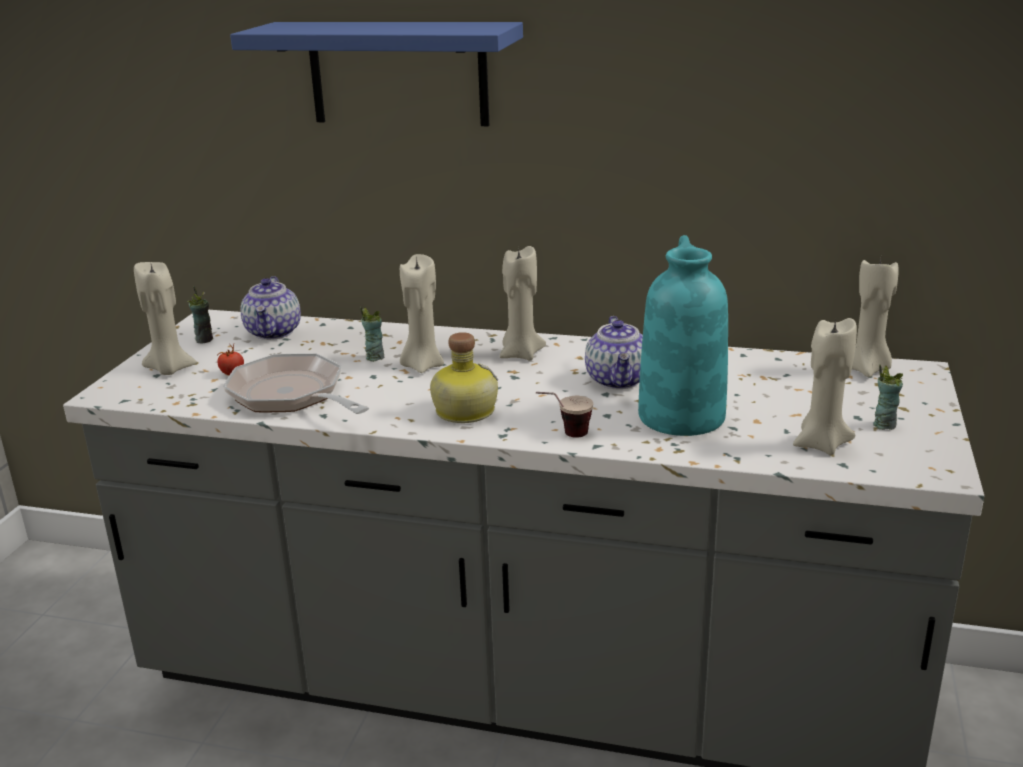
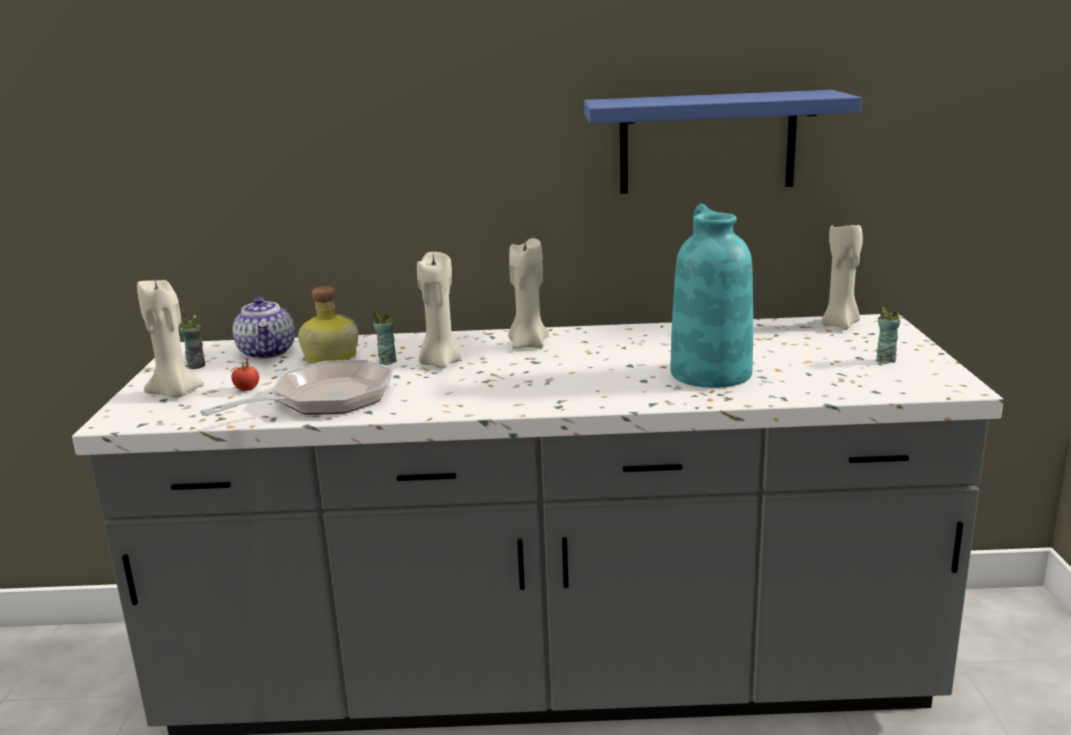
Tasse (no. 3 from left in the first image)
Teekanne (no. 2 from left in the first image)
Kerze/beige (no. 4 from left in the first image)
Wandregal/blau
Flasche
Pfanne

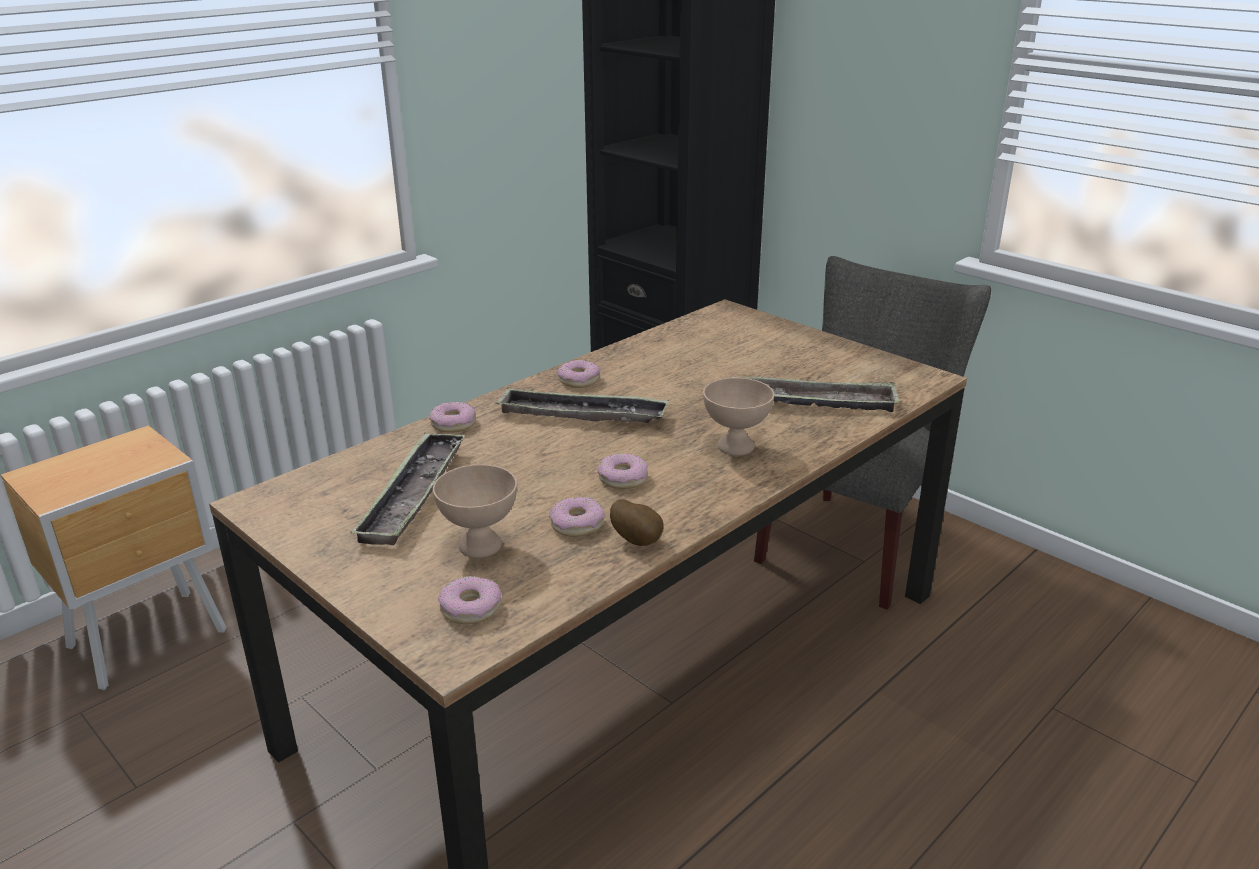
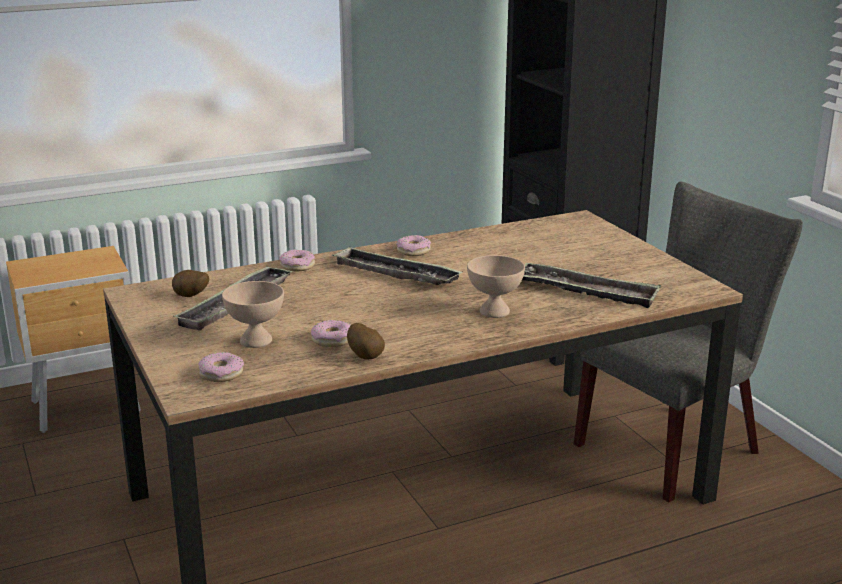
Donut (no. 5 from left in the first image)
Kartoffel (no. 1 from left)

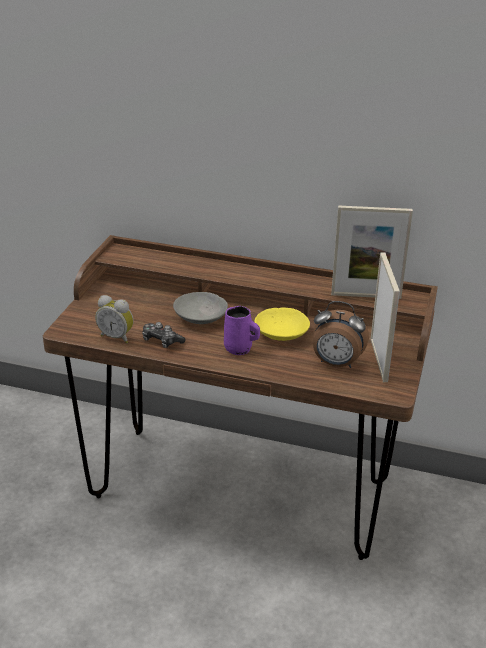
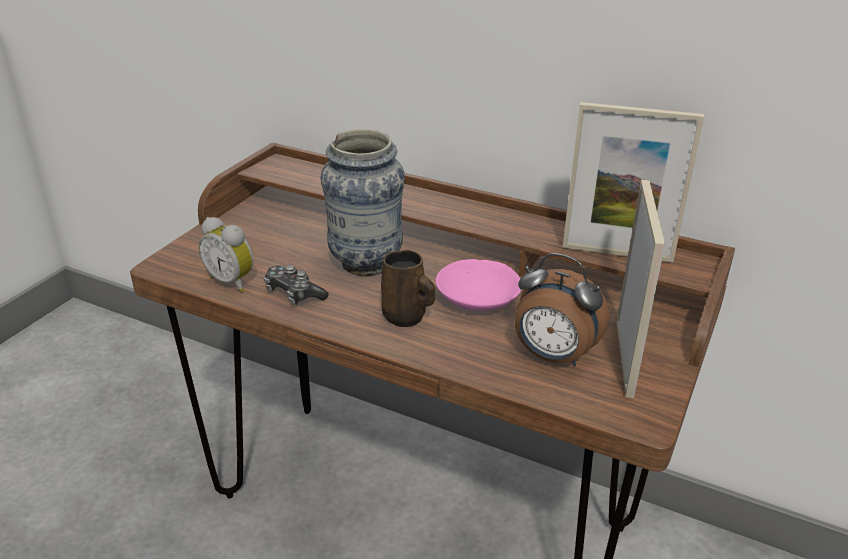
Vase
Henkelbecher/braun
Schüssel/rosa

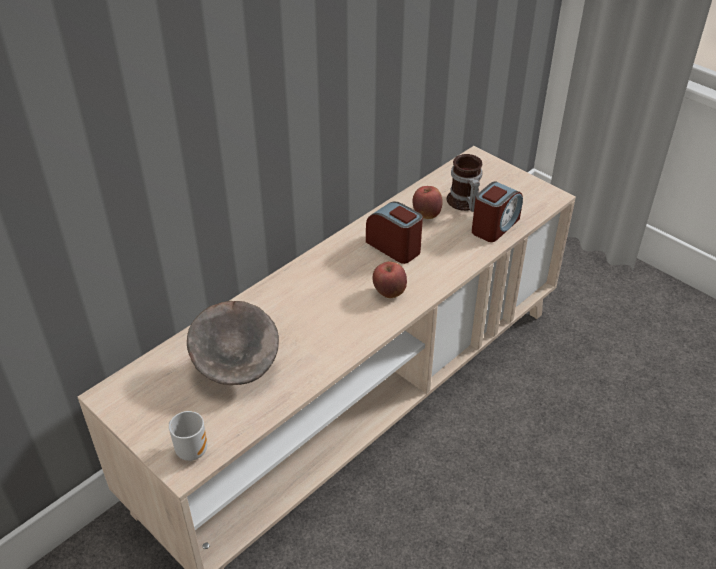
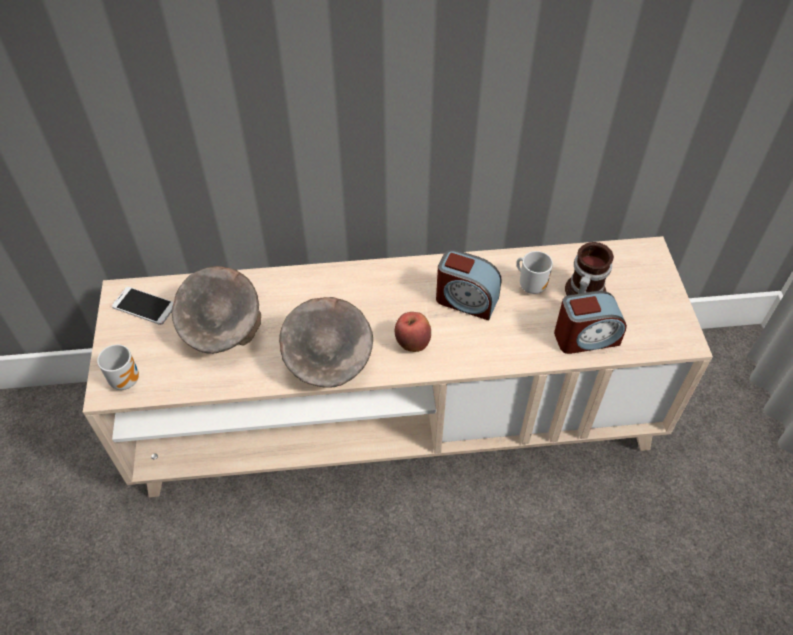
Handy
Schüssel/grau (no. 2 from left)
Henkelbecher (no. 2 from left)
Wecker (no. 1 from left)

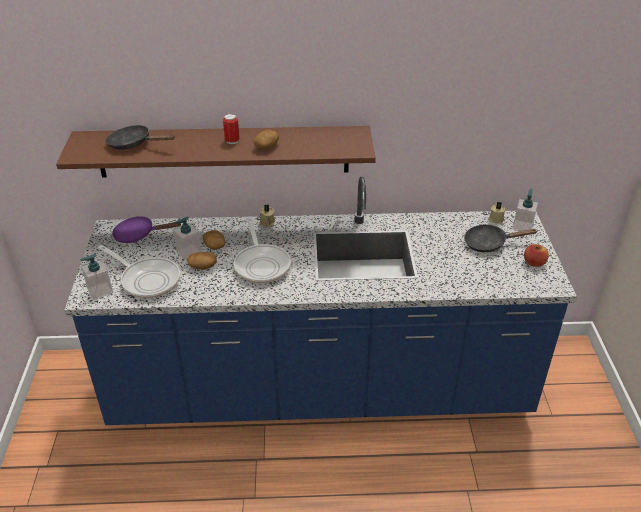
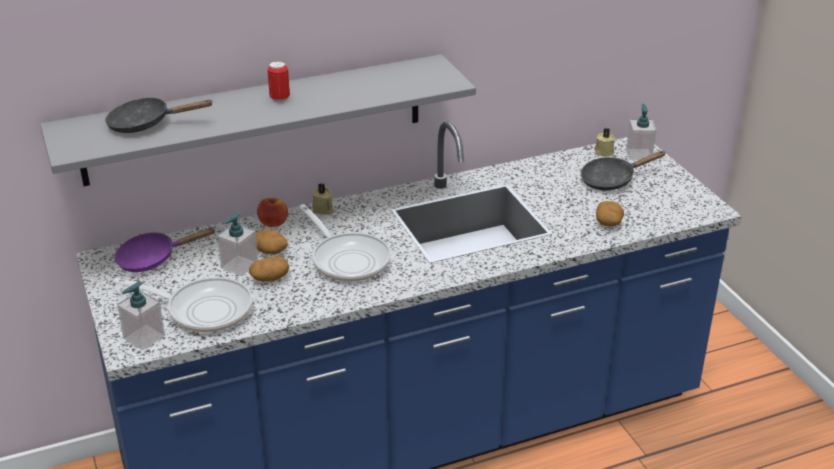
Kartoffel (no. 3 from left)
Apfel
Wandregal/grau

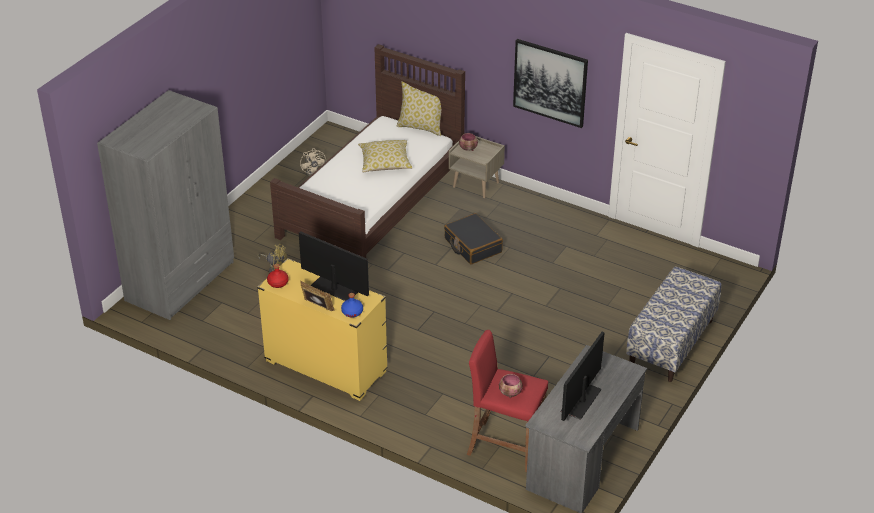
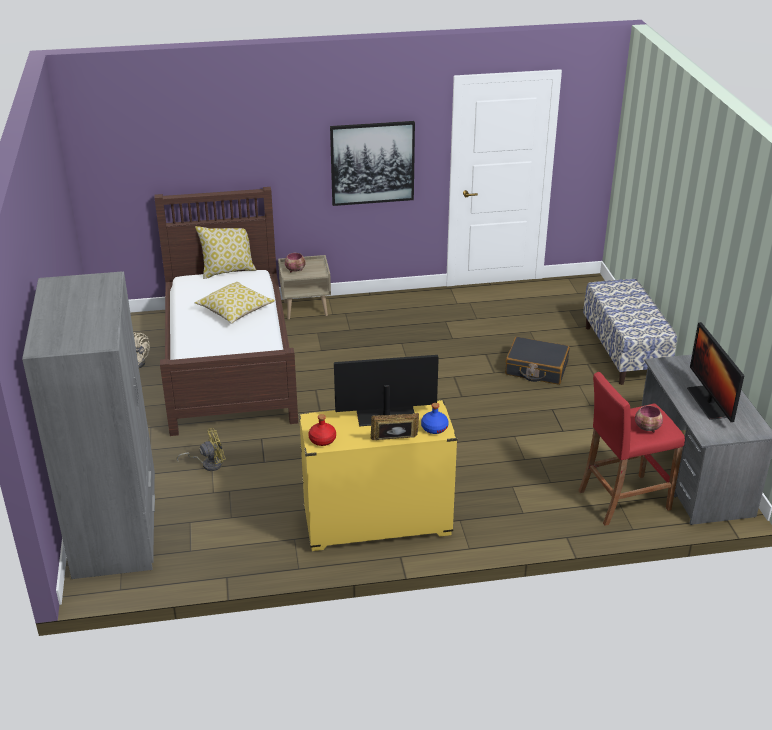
Koffer/schwarz

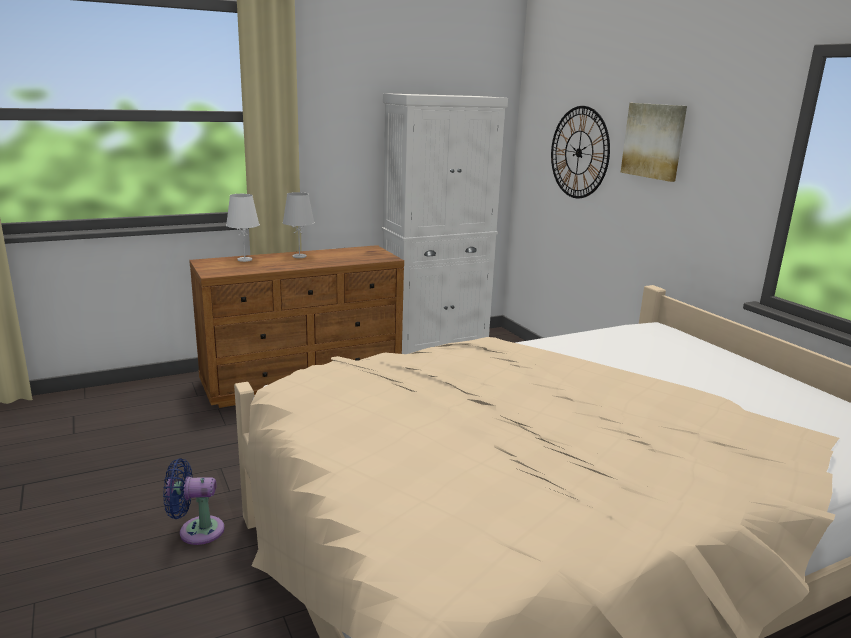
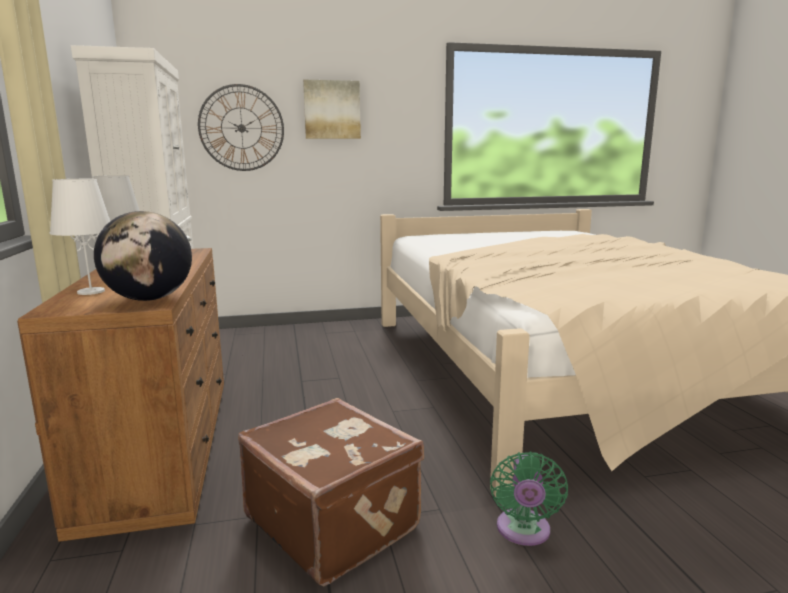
Globus
Koffer/braun
Ventilator/grün

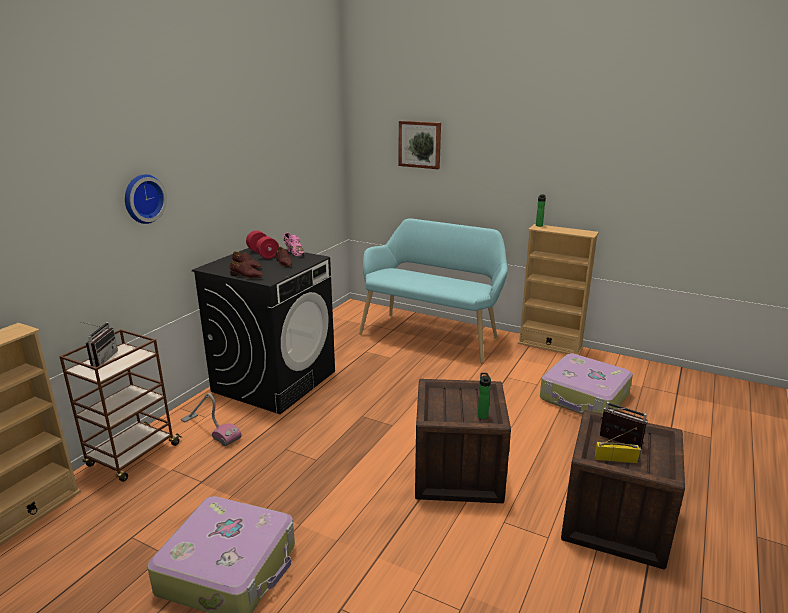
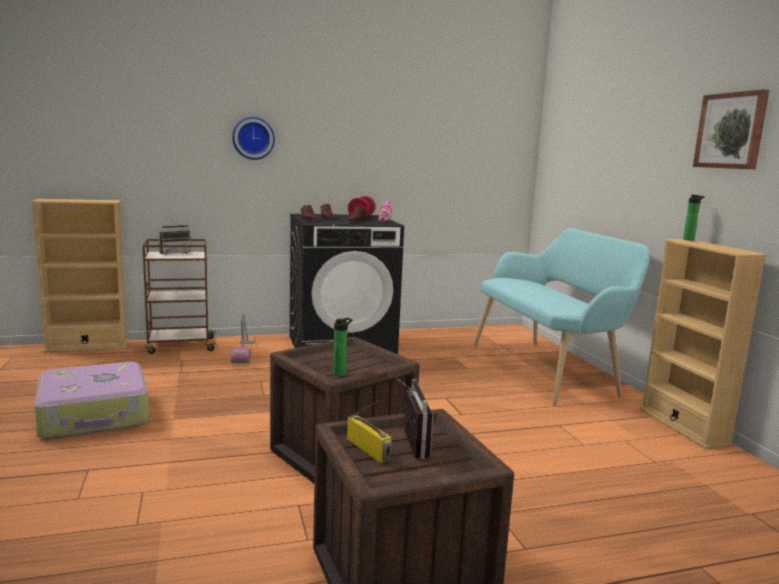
Koffer (no. 2 from left in the first image)
Bild

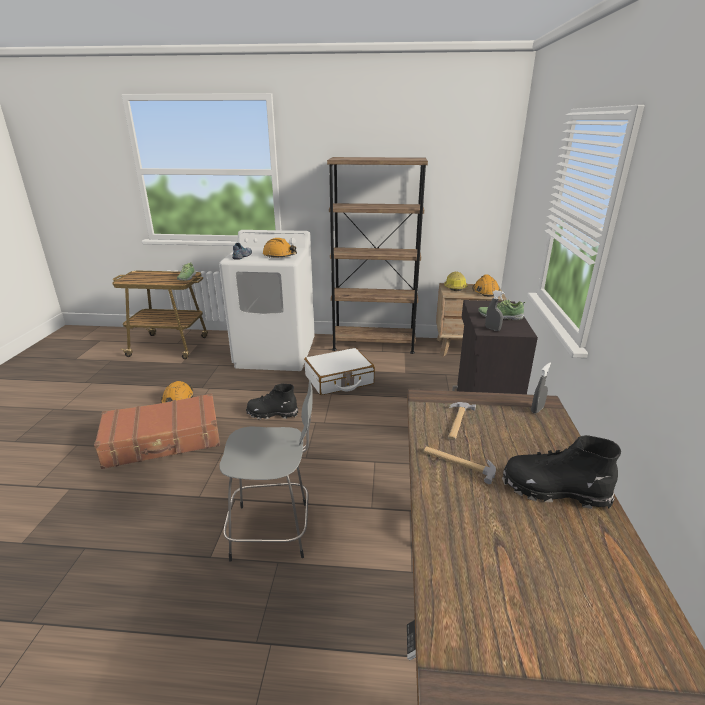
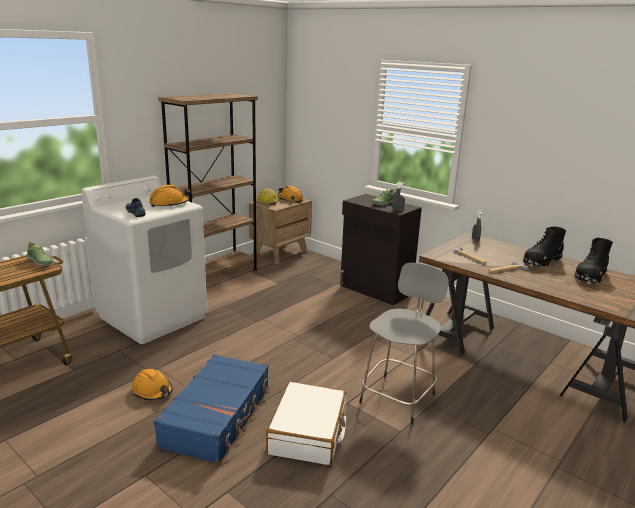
Stiefel/schwarz (no. 2 from left)
Koffer/weiß
Koffer/blau

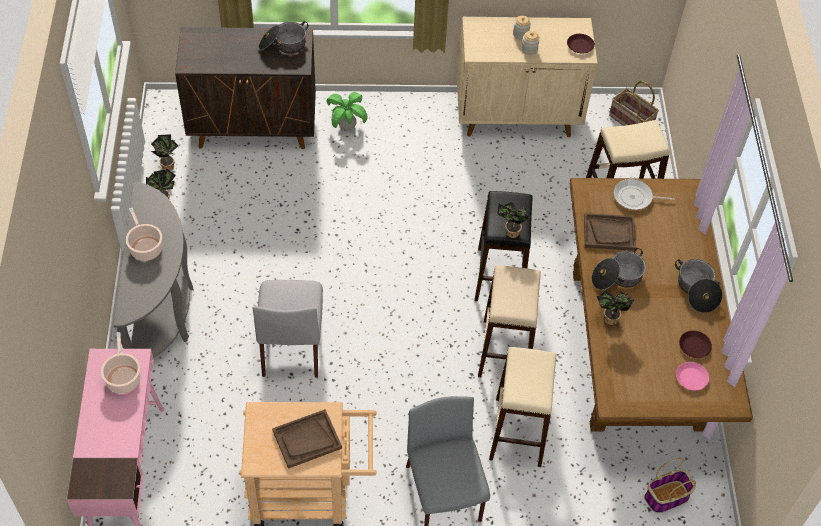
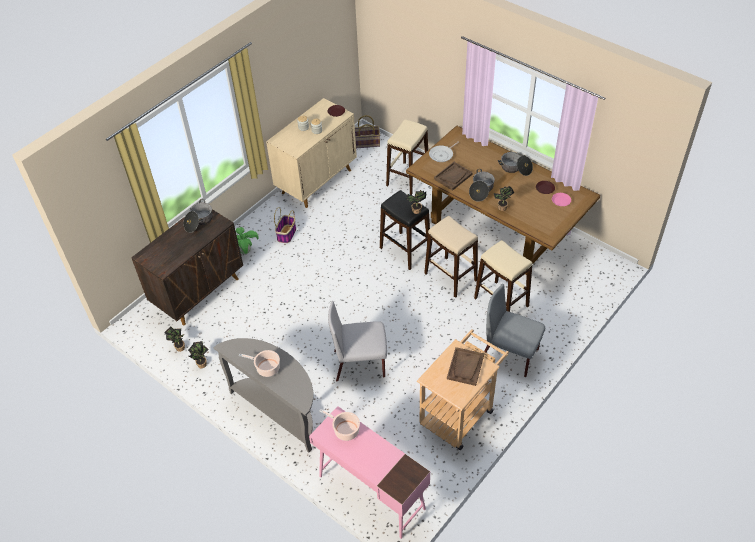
Korb (no. 1 from left)
Stuhl/grau (no. 1 from left)

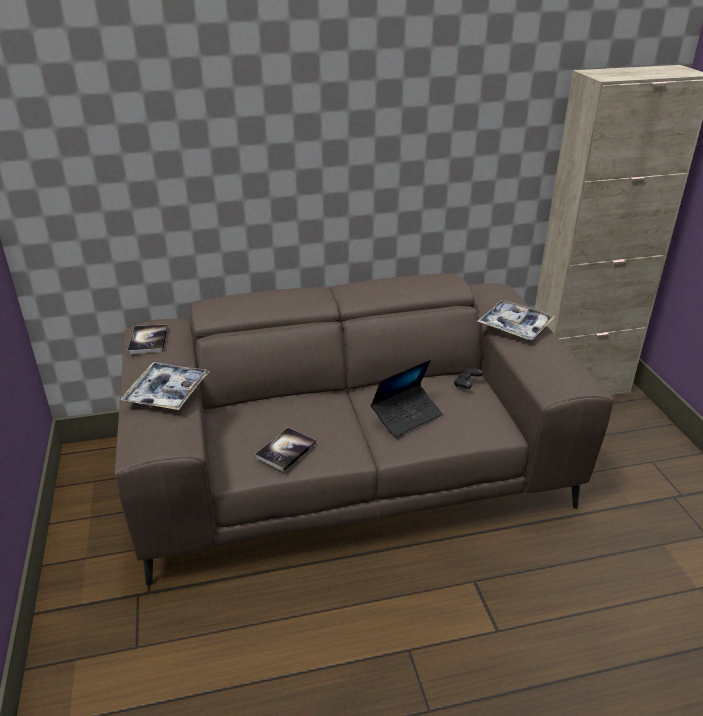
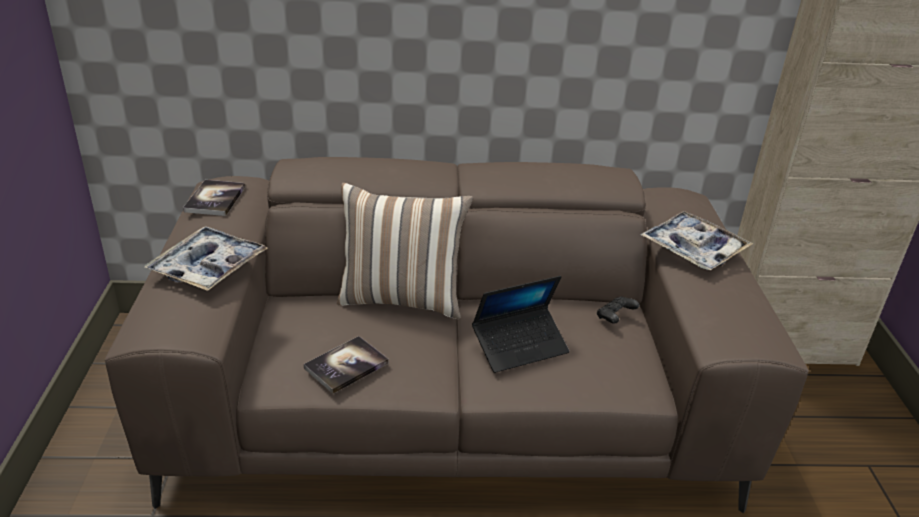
Kissen

